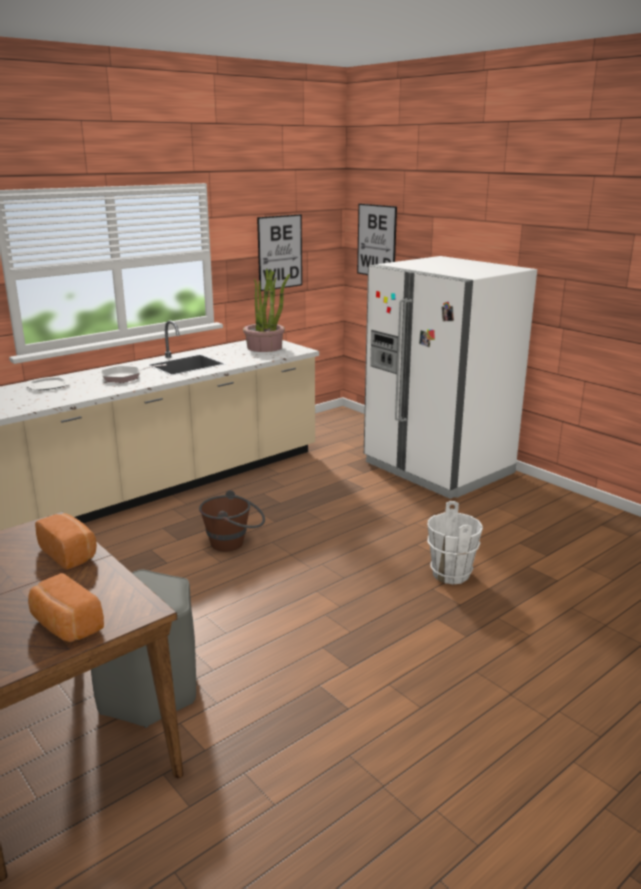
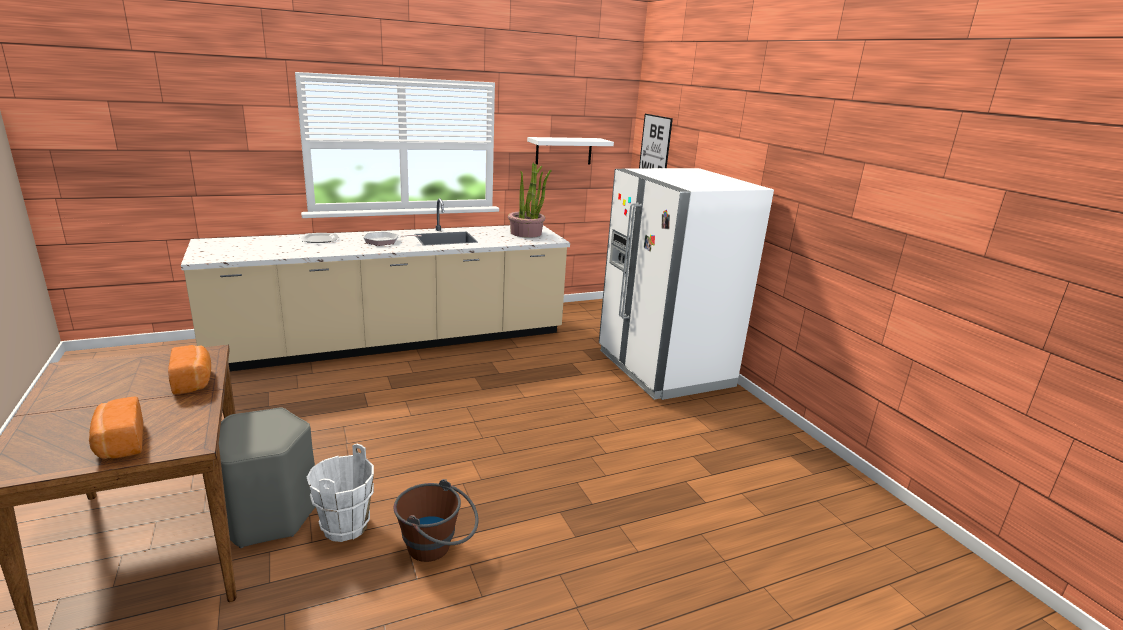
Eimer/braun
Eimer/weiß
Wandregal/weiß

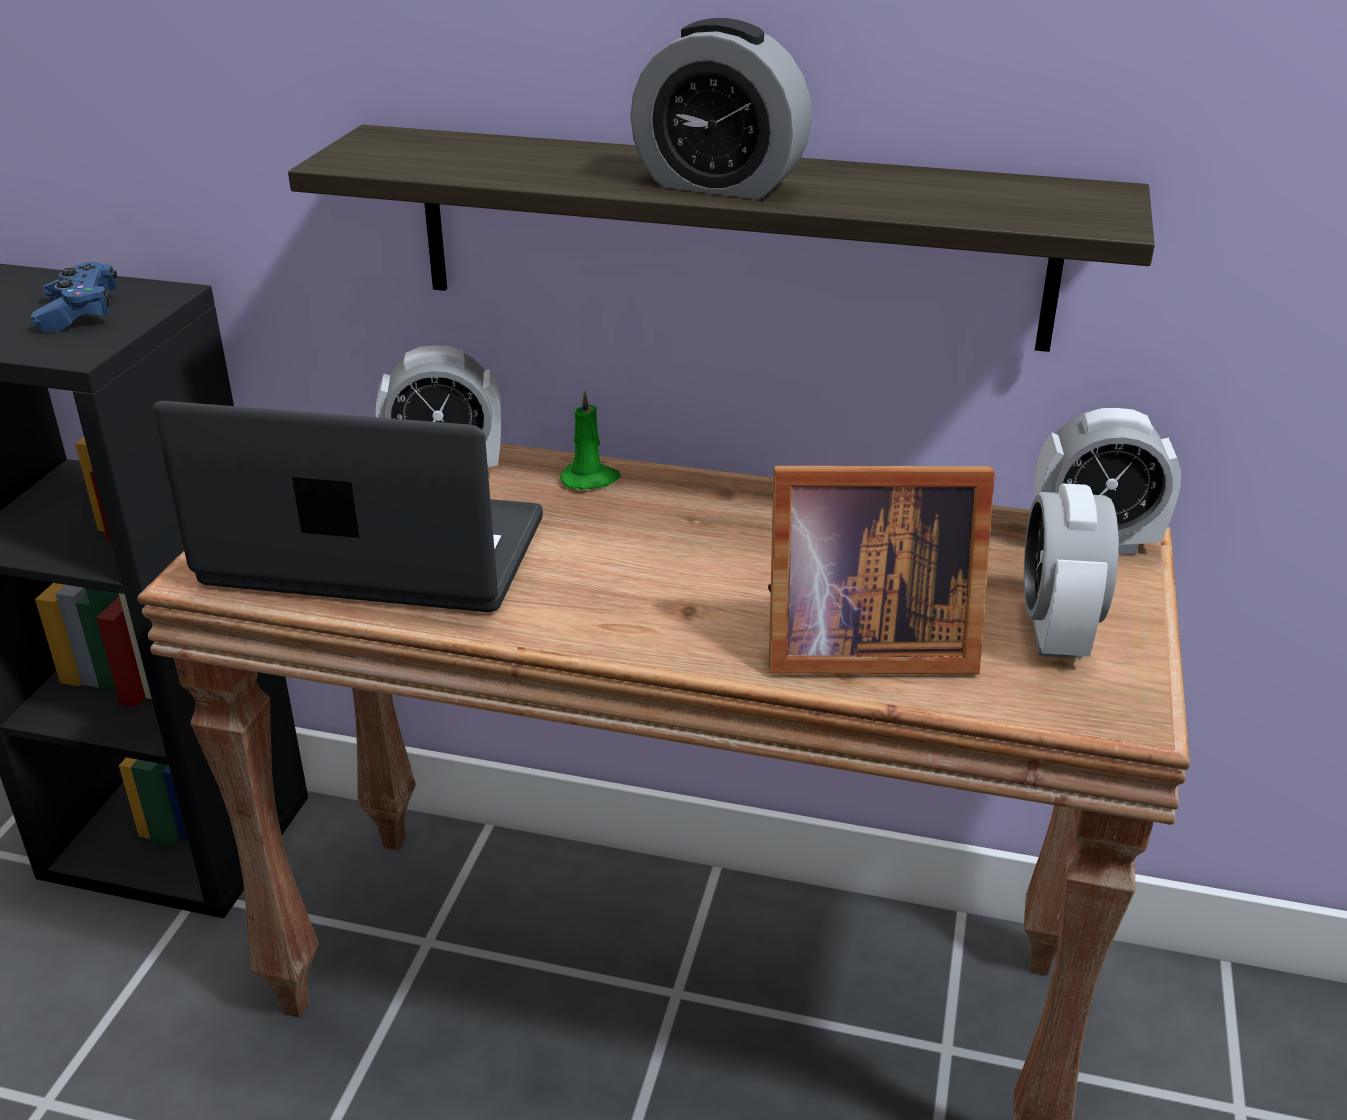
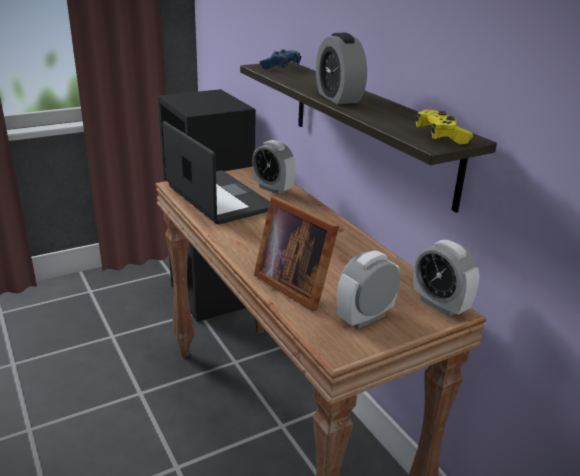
Kerze/grün
Gamepad/gelb
Gamepad/blau

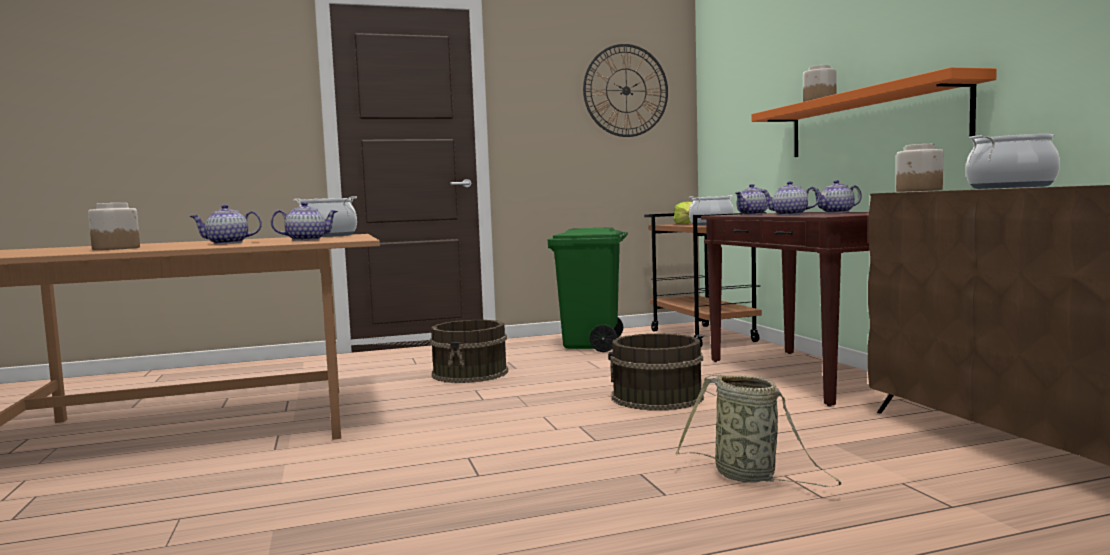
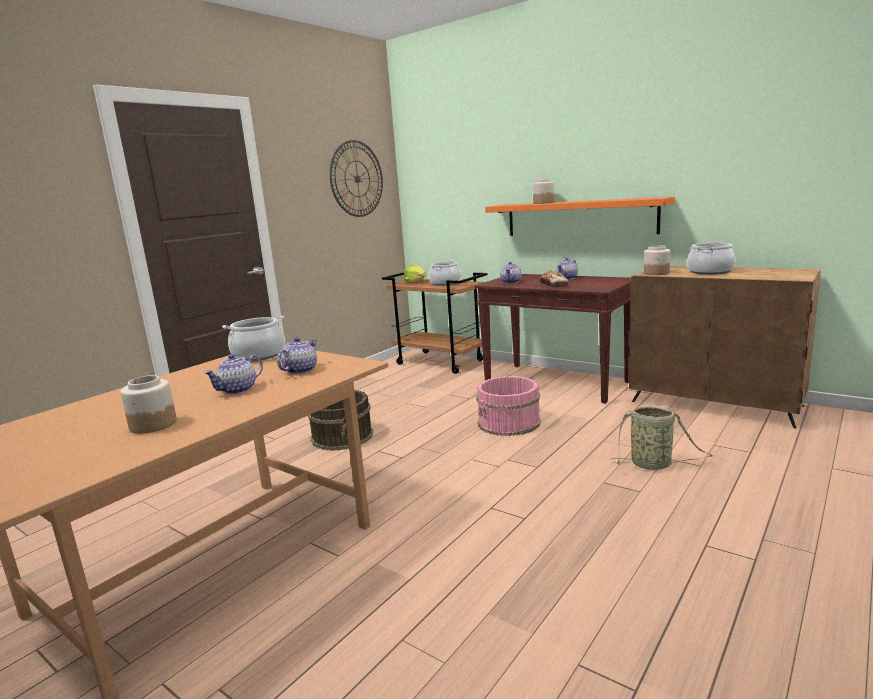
Mülleimer/grün
Brot
Eimer/rosa

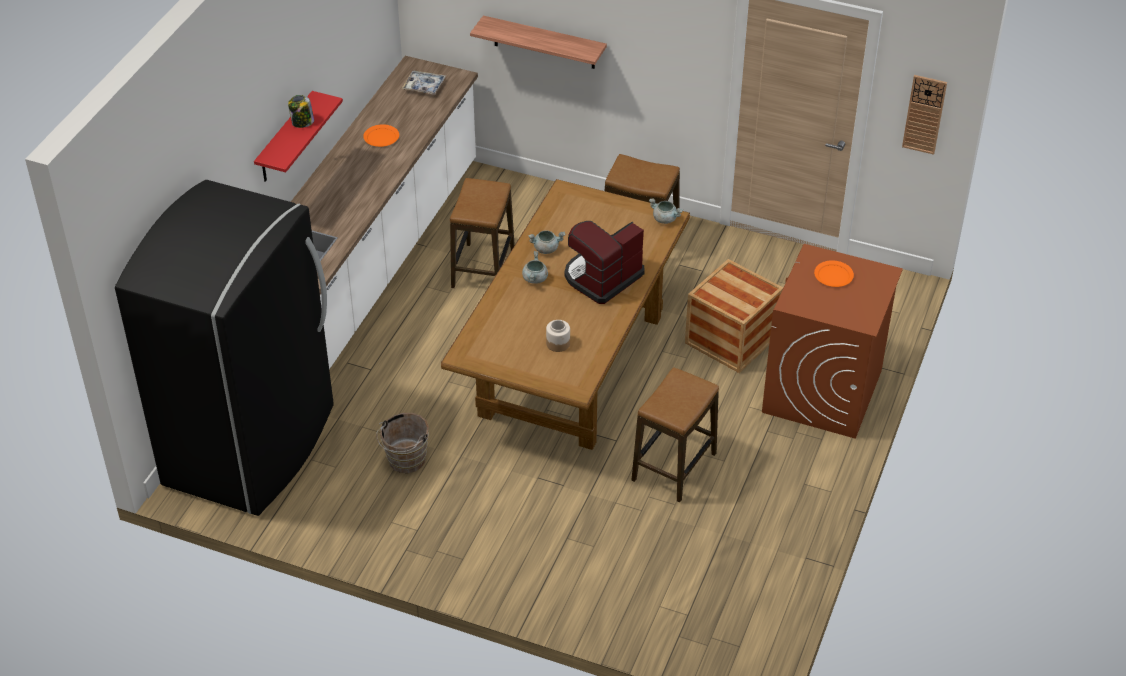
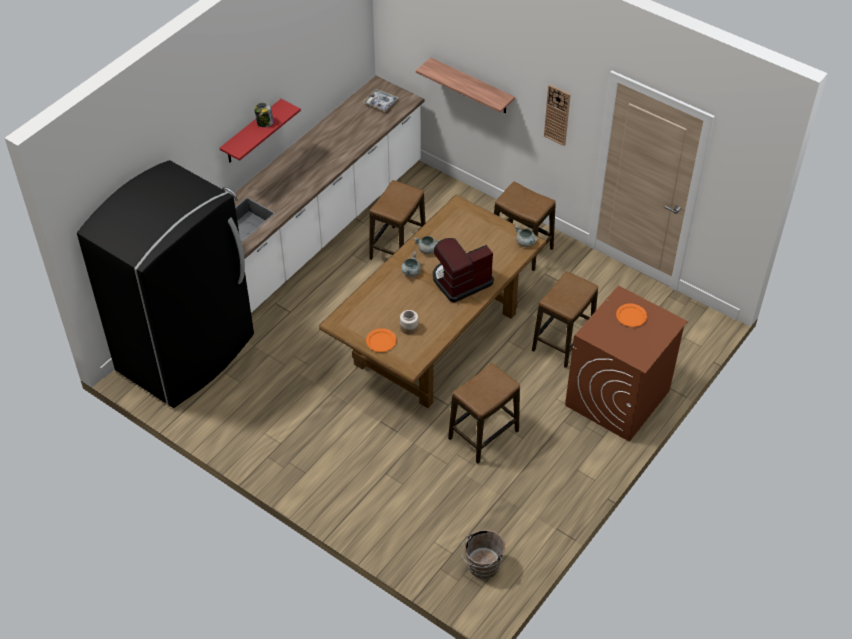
Teller/orange (no. 1 from left)
Eimer/braun
Wanduhr
Hocker (no. 4 from left)

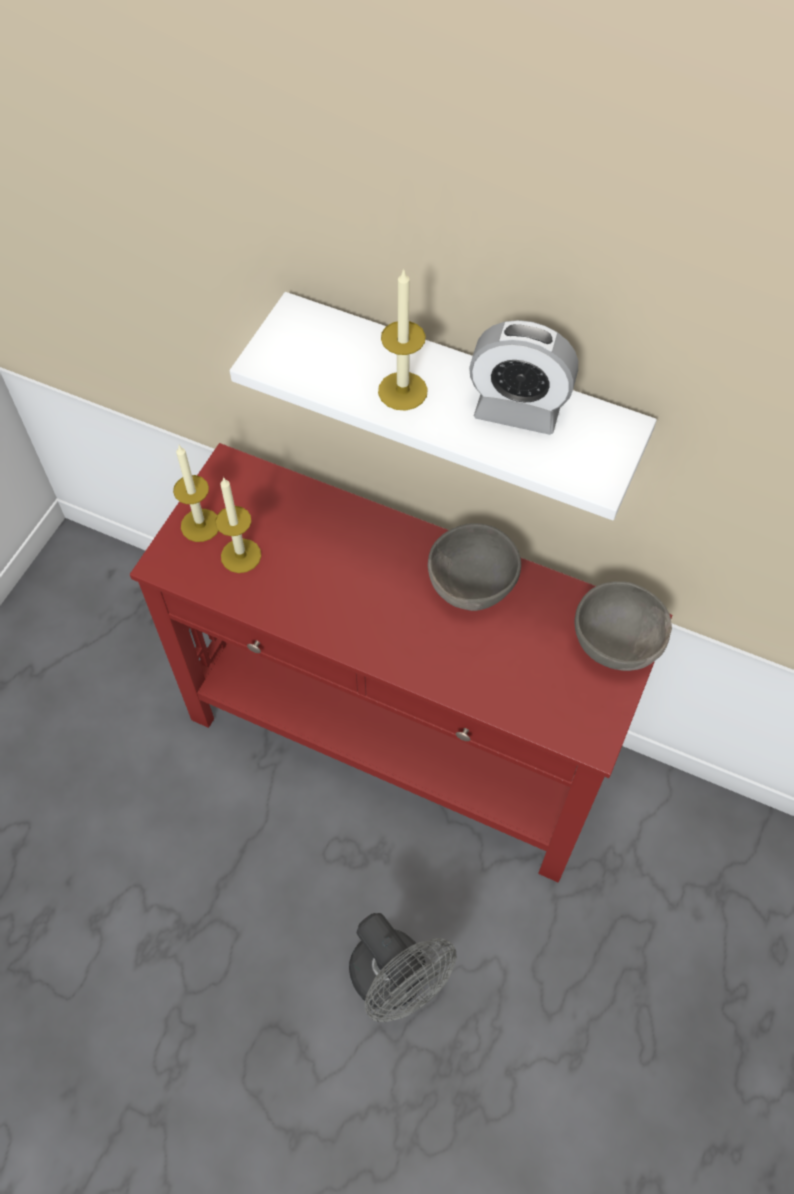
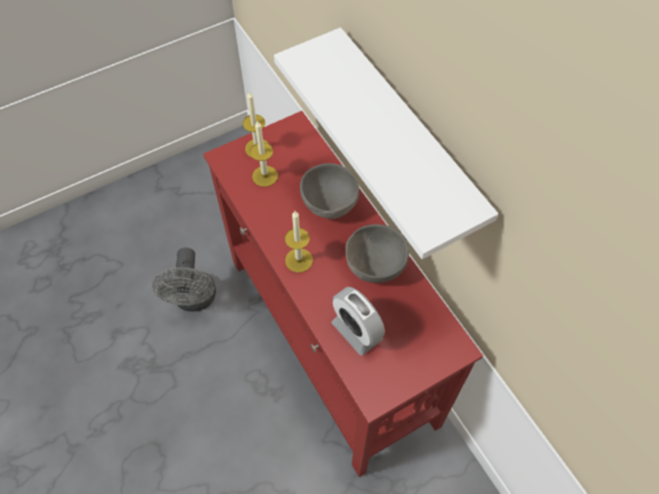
Ventilator/grau
Kerze (no. 3 from left)
Wecker
Schüssel/grau (no. 1 from left)

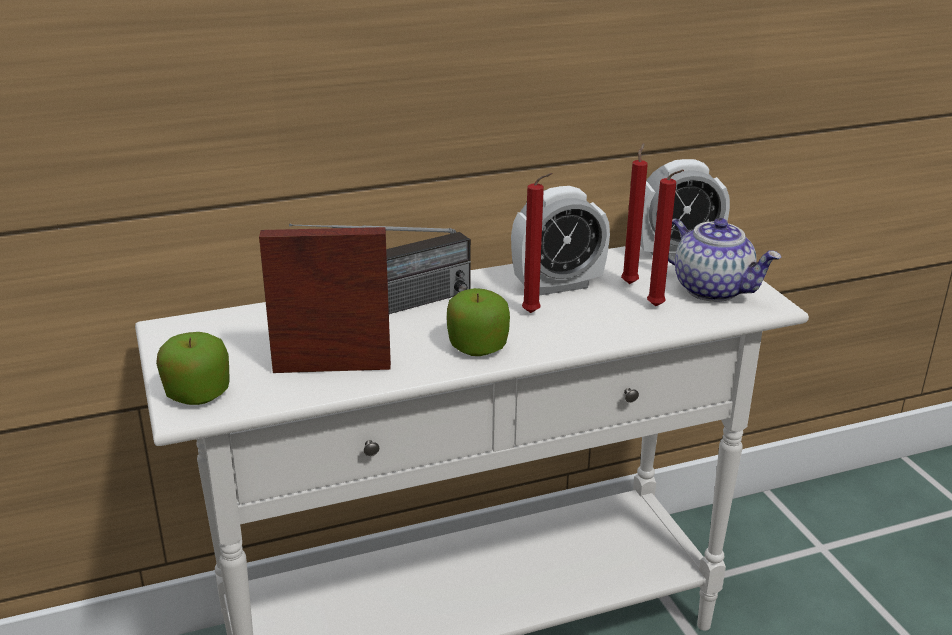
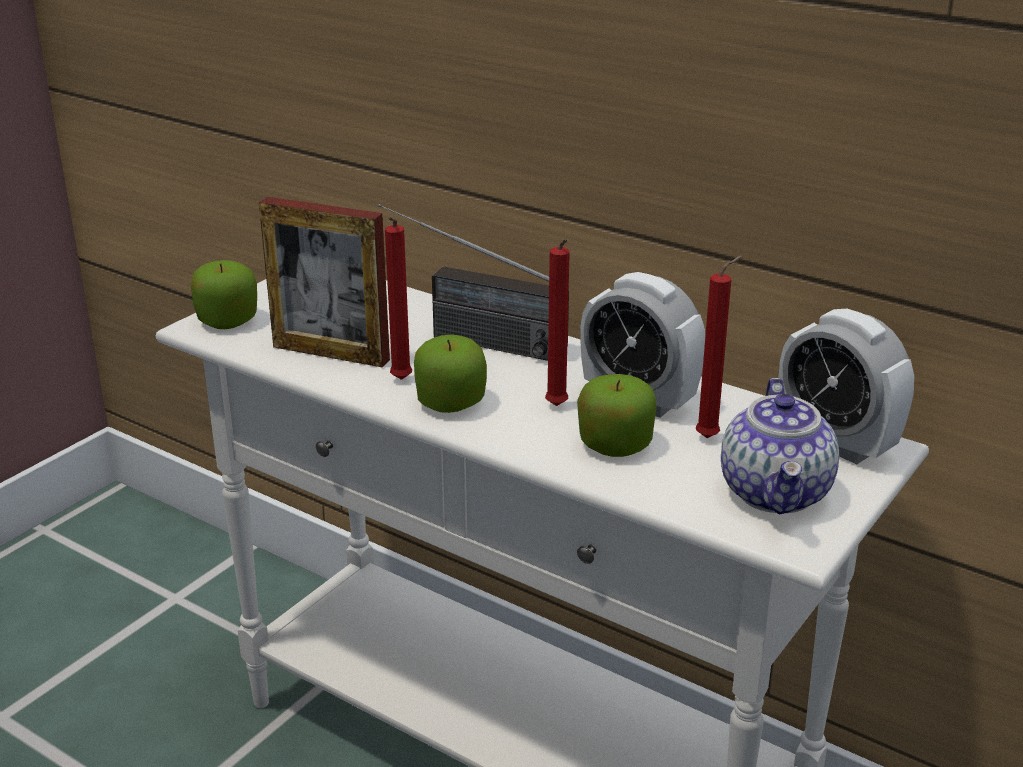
Apfel (no. 3 from left)
Kerze/rot (no. 1 from left)
Bilderrahmen

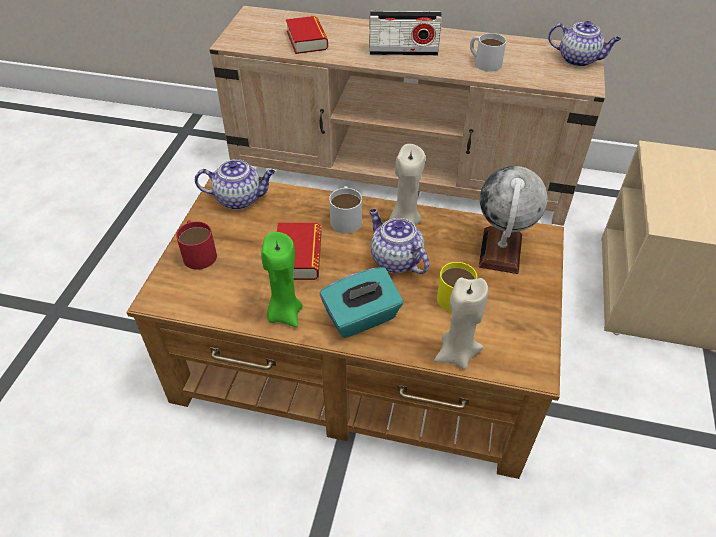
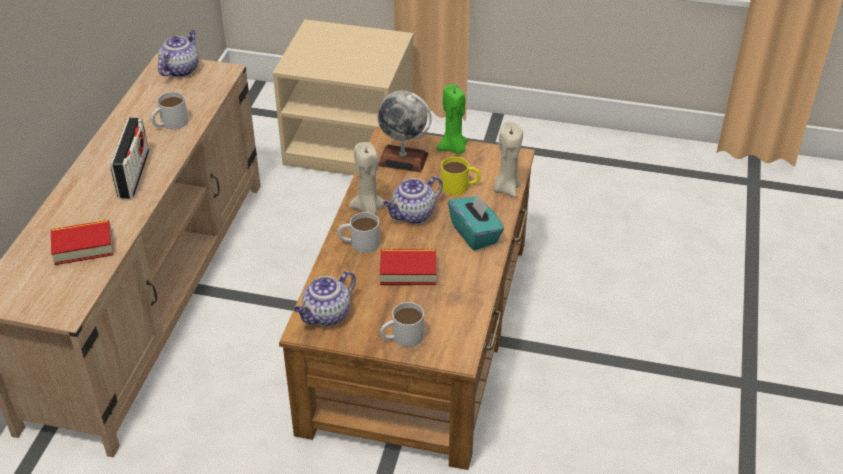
Kerze/grün
Henkelbecher/weiß (no. 3 from left)
Teekanne (no. 2 from left)

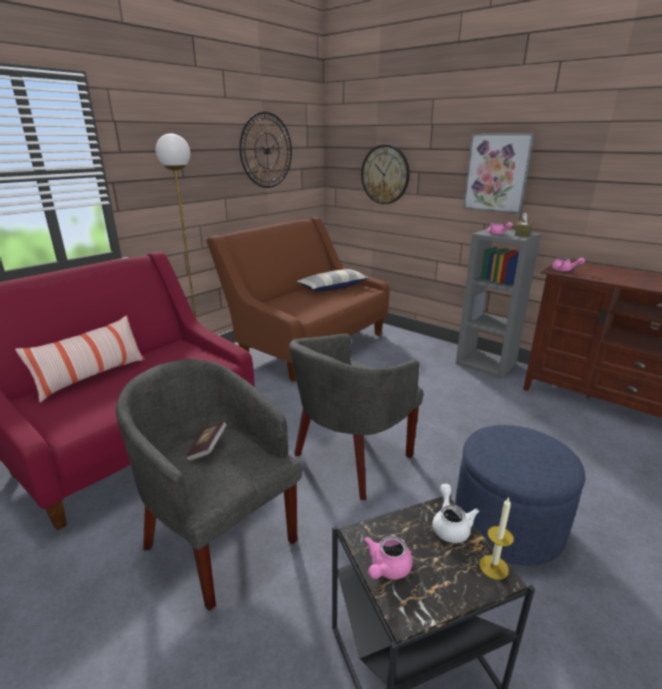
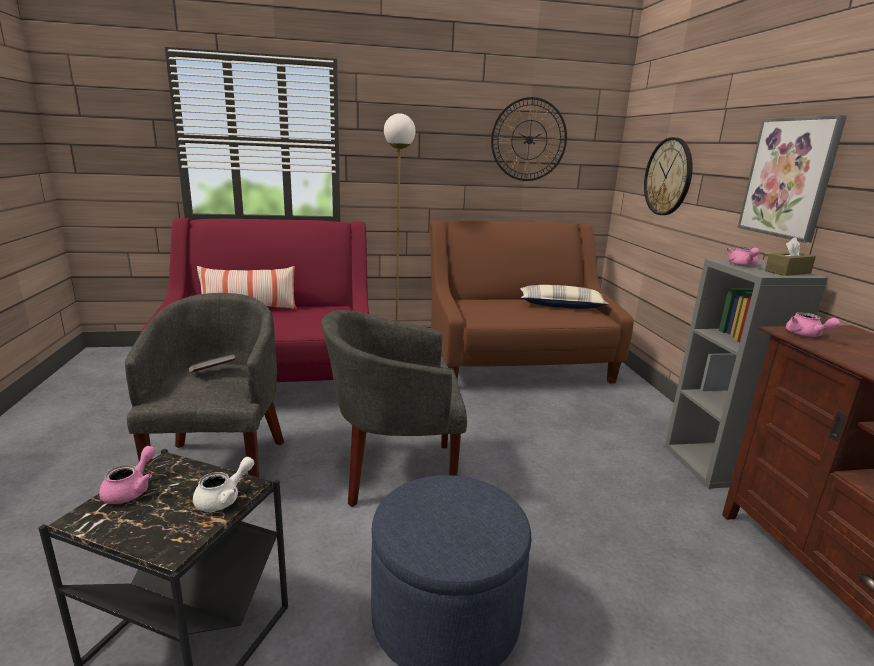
Kerze
Teekanne/rosa (no. 1 from left)

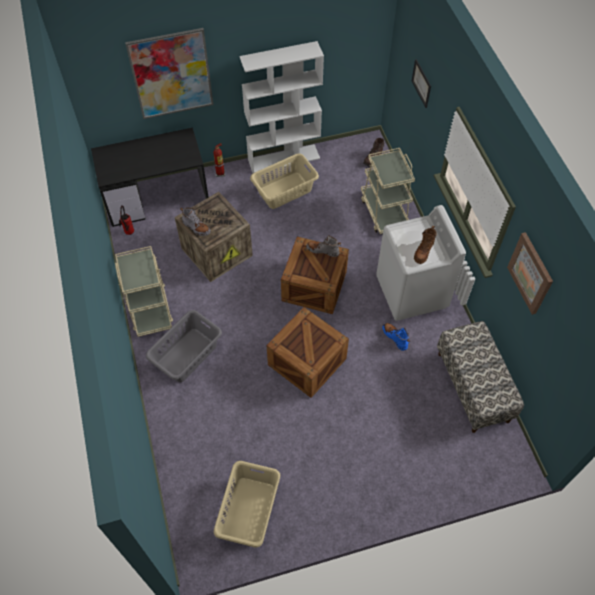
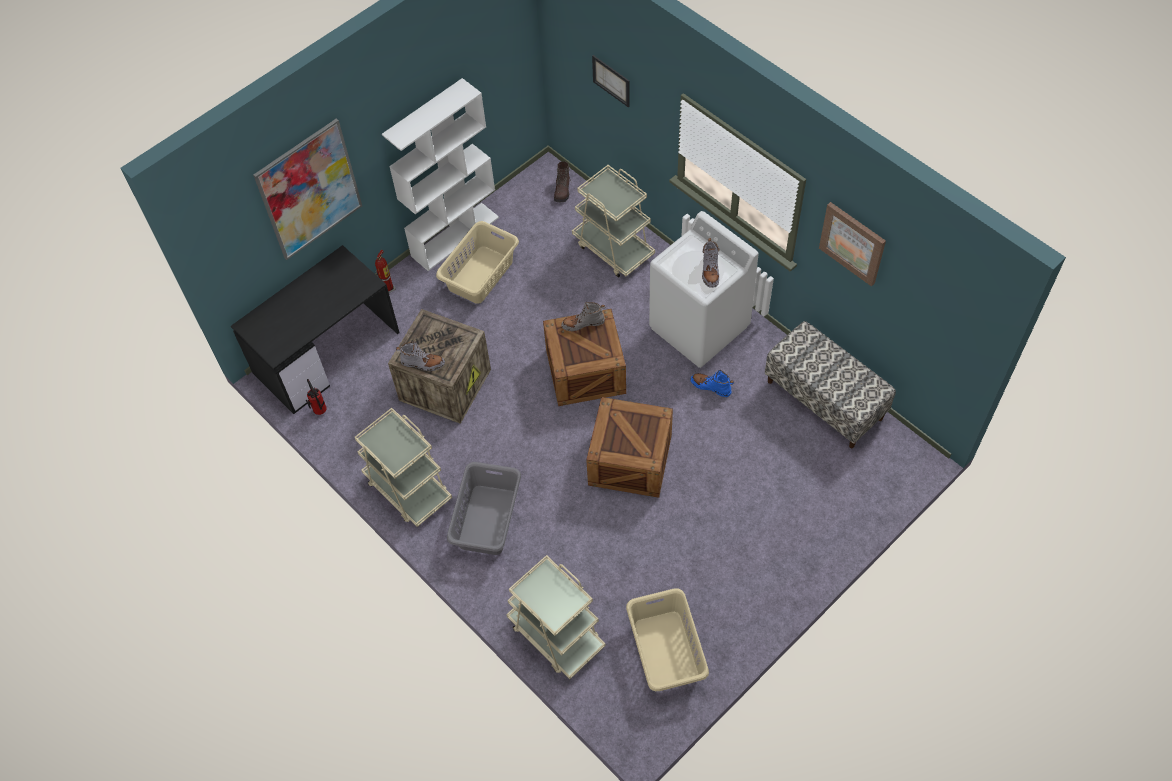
Rollwagen/beige (no. 2 from left)
Stiefel/grau (no. 3 from left)

